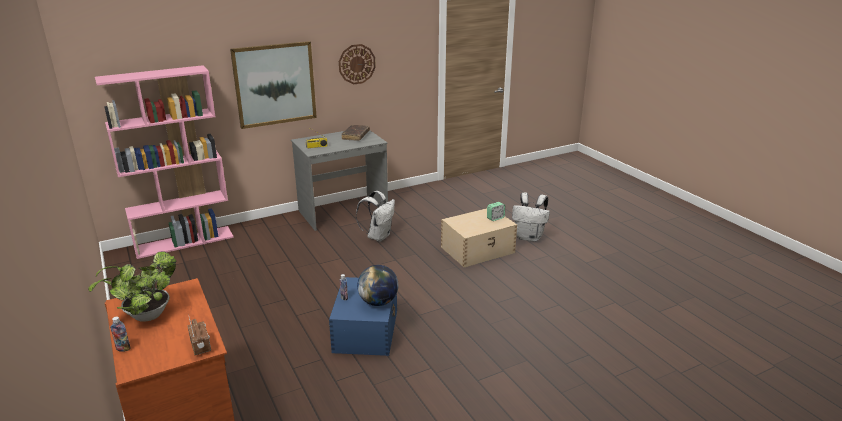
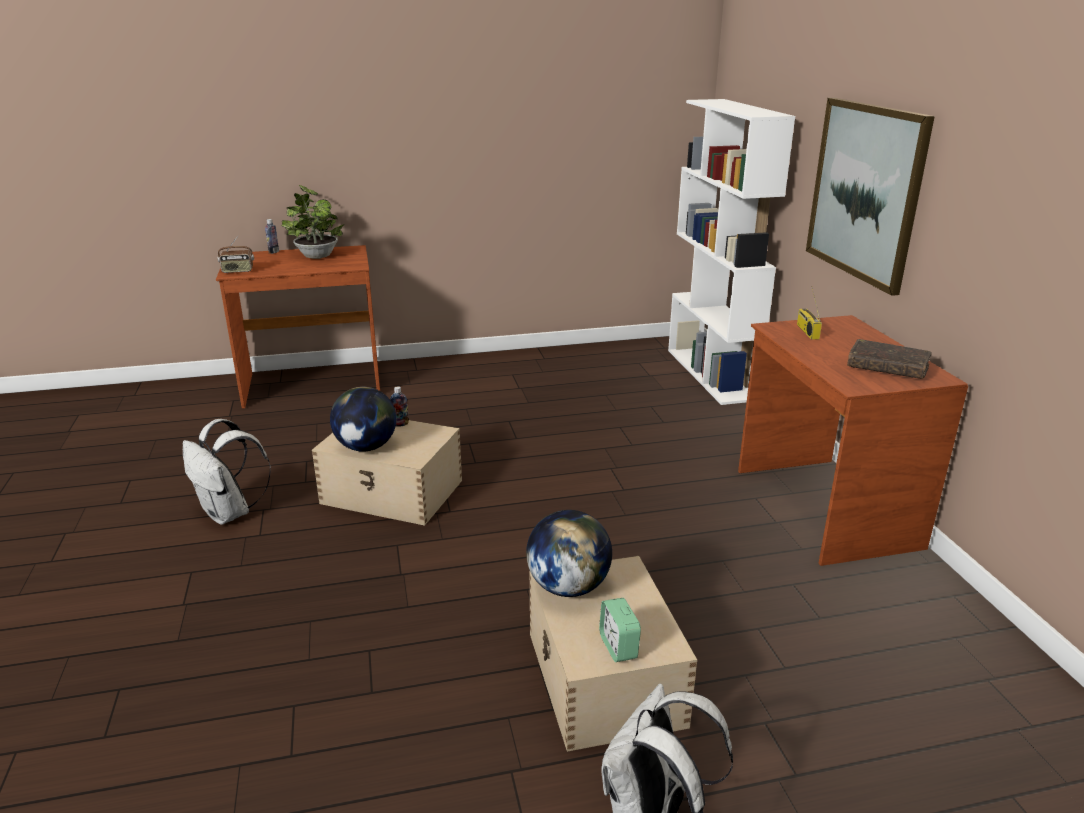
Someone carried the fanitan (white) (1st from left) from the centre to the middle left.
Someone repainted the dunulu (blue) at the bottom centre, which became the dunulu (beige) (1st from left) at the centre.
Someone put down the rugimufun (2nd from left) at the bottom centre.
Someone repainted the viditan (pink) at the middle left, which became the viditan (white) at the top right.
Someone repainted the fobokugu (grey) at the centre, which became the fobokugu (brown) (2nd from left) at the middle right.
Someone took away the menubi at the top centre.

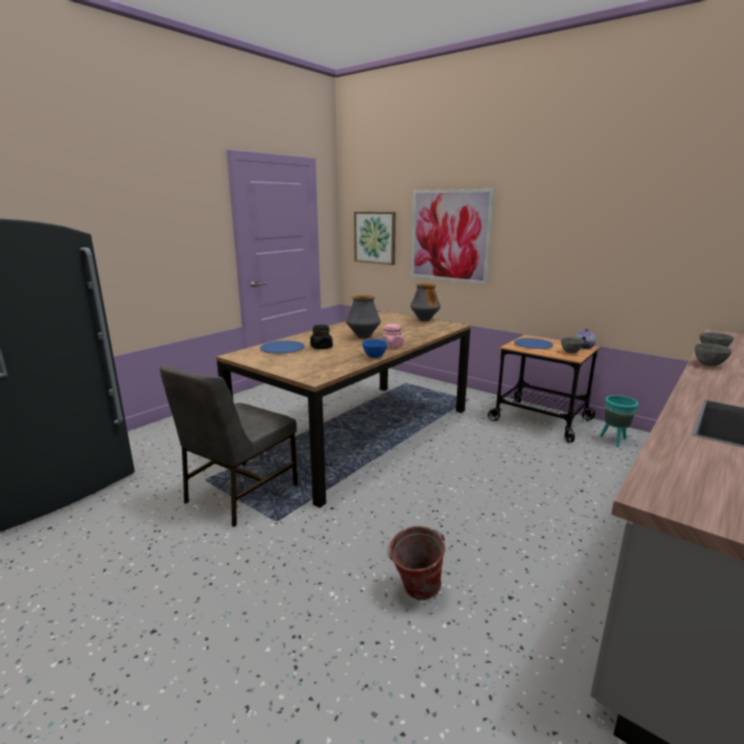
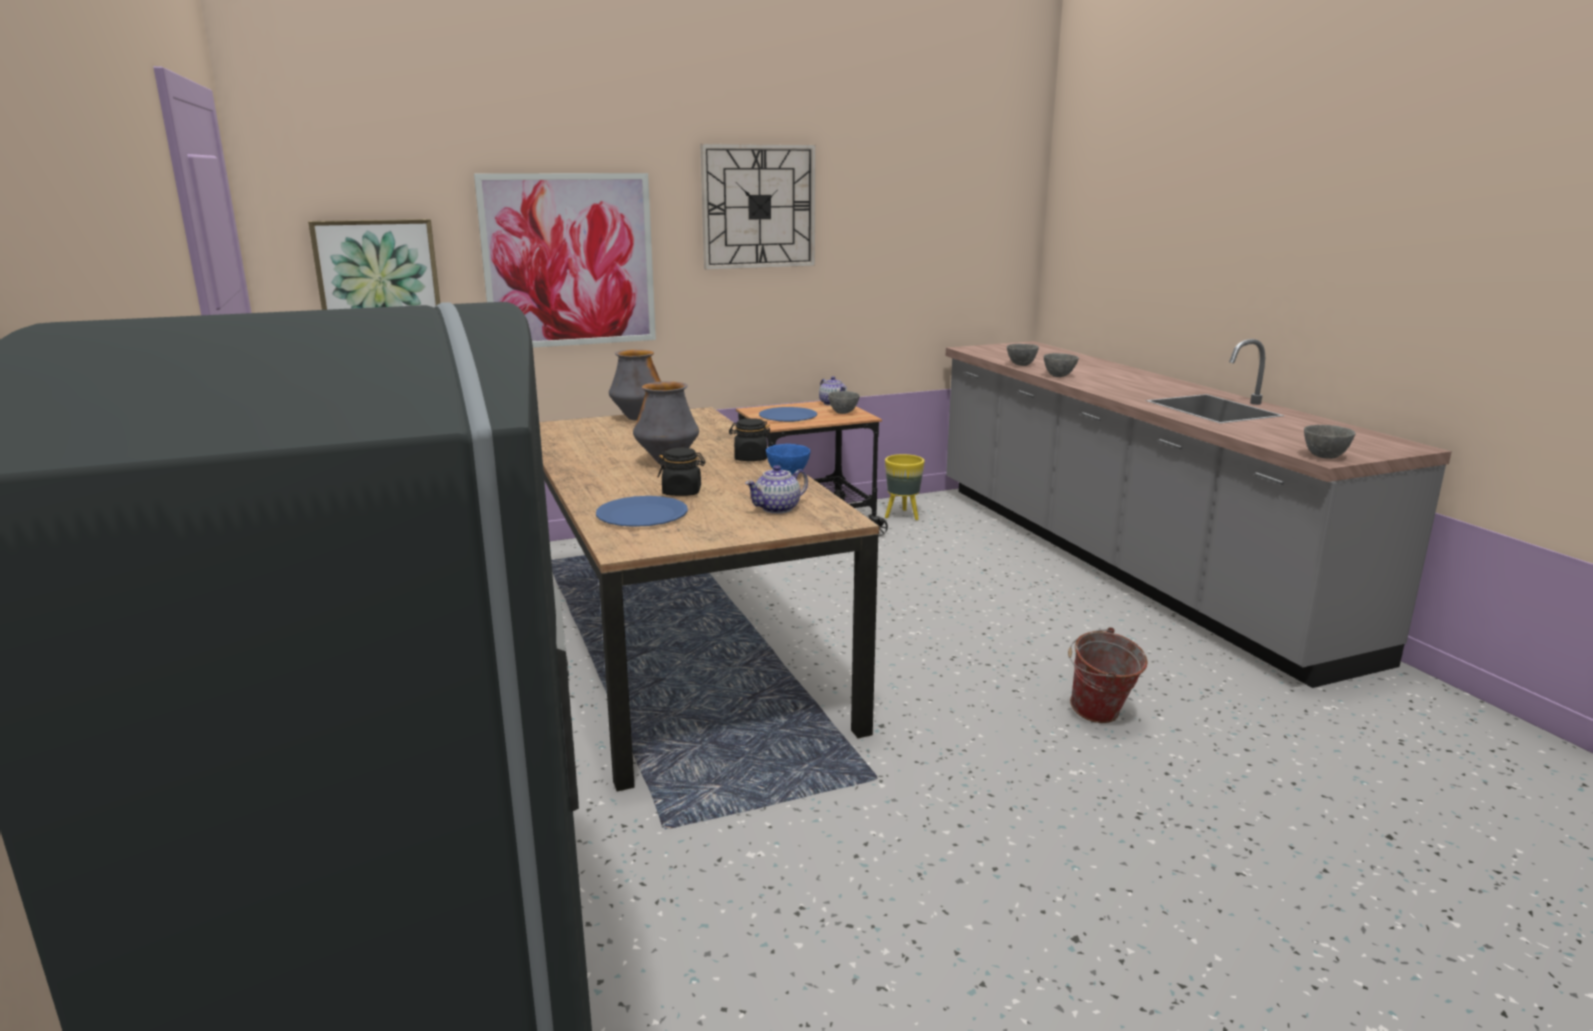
Someone put up the menubi at the top centre.
Someone repainted the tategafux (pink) at the centre, which became the tategafux (black) (2nd from left) at the centre.
Someone put down the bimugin (1st from left) at the centre.
Someone repainted the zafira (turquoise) at the middle right, which became the zafira (yellow) at the centre.
Someone put down the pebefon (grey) (4th from left) at the middle right.
Someone took away the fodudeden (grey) at the middle left.

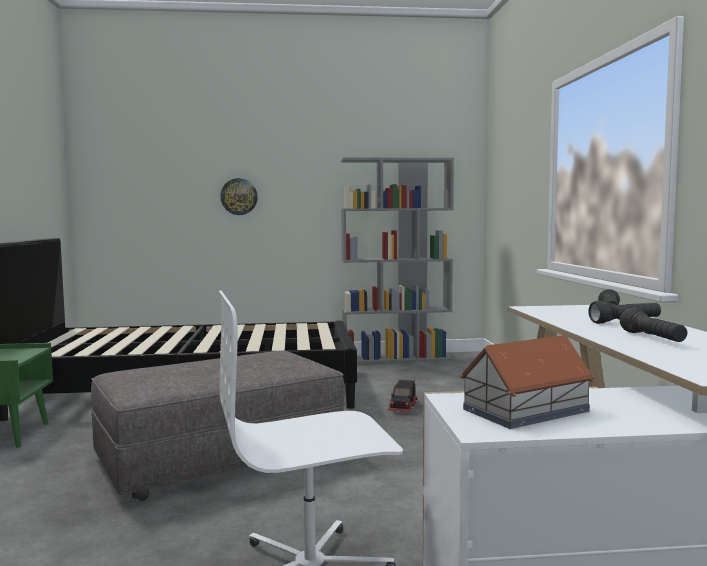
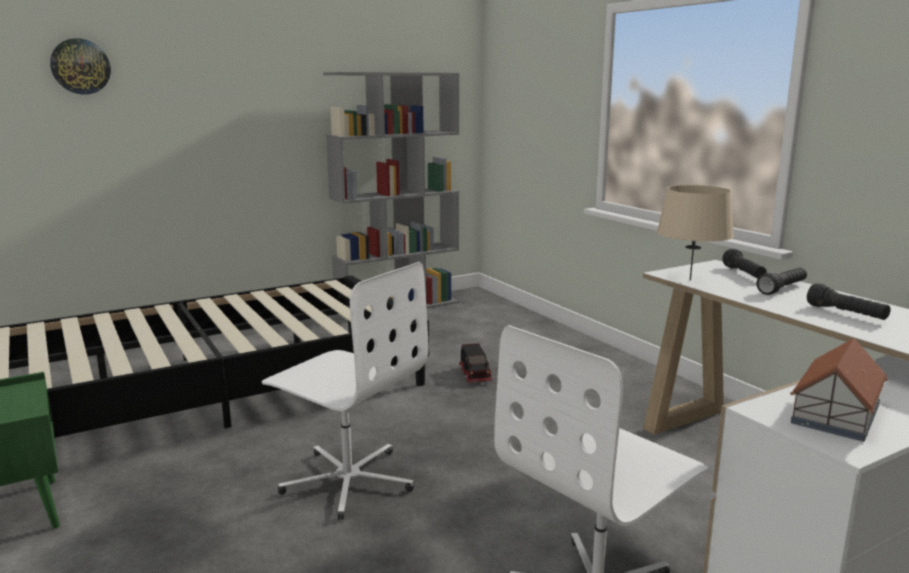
Someone carried the menubi from the centre to the top left.
Someone swapped the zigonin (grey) at the bottom left for the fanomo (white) (1st from left) at the bottom centre.
Someone put down the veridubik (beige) at the middle right.

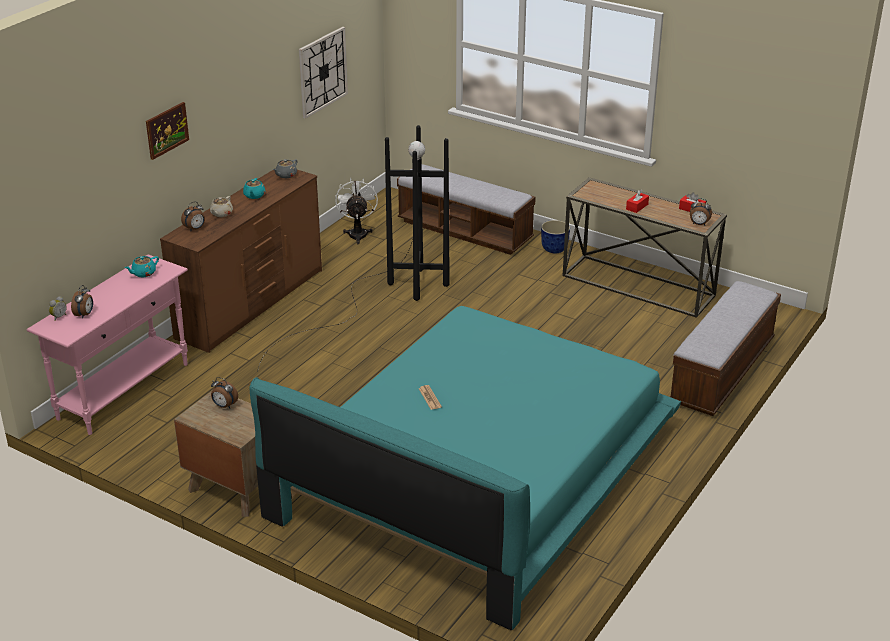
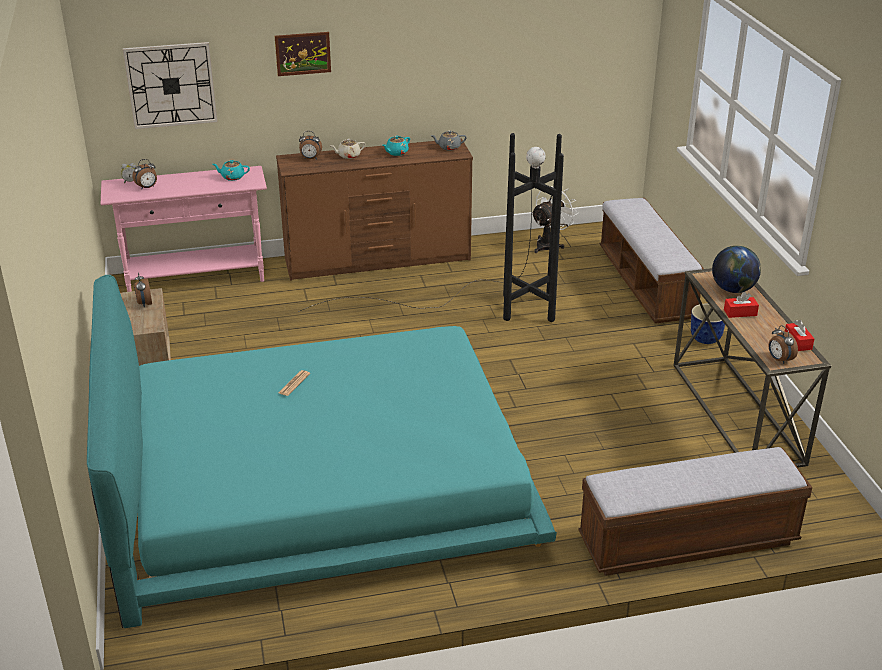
Someone carried the menubi from the top centre to the top left.
Someone put down the rugimufun at the middle right.

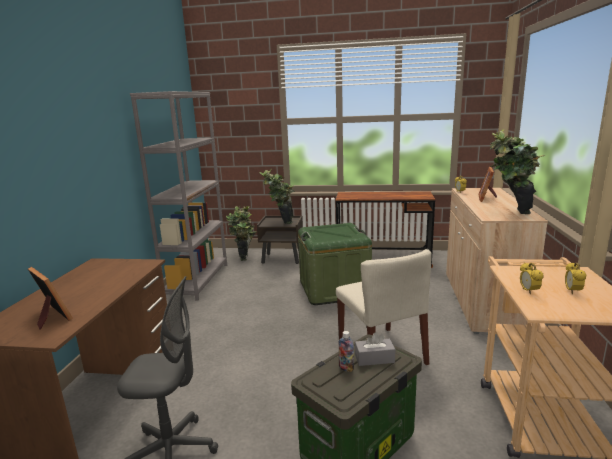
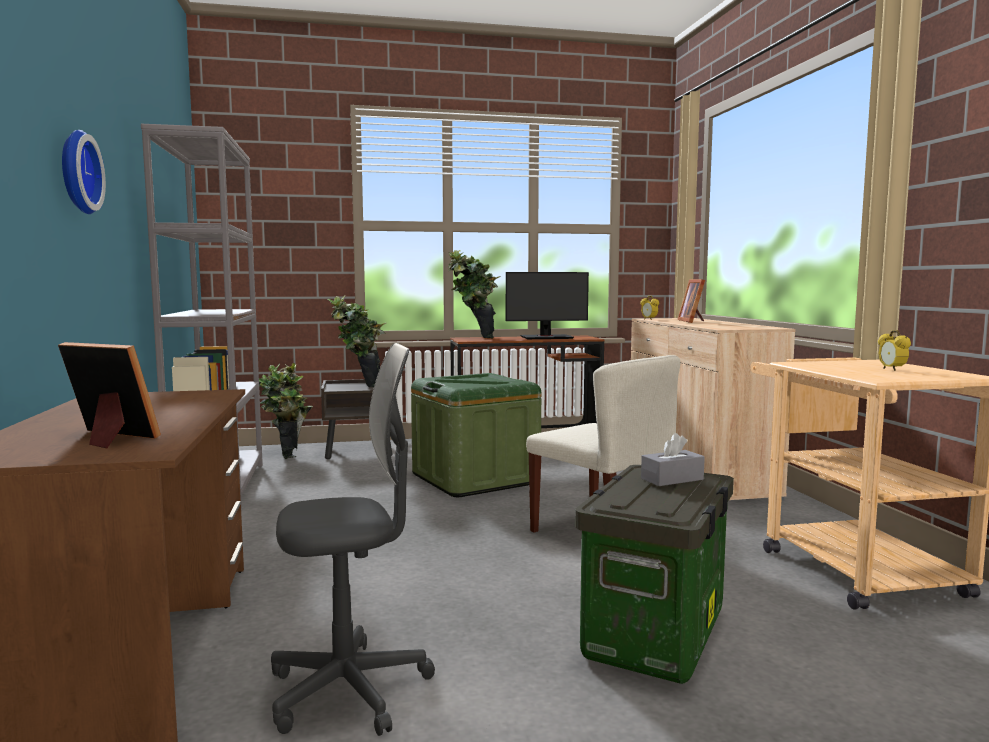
Someone put up the menubi at the top left.
Someone carried the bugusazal (3rd from left) from the middle right to the centre.
Someone put down the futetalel at the centre.
Someone took away the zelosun at the bottom centre.
Someone took away the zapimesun (2nd from left) at the middle right.

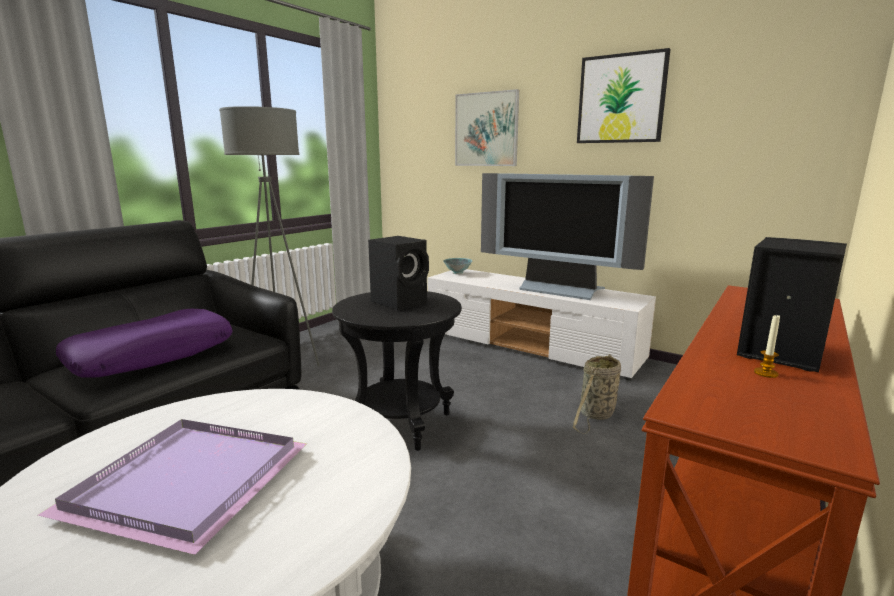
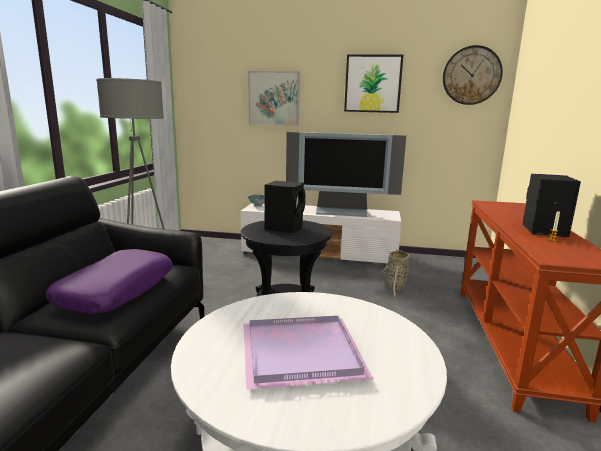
Someone put up the menubi at the top right.

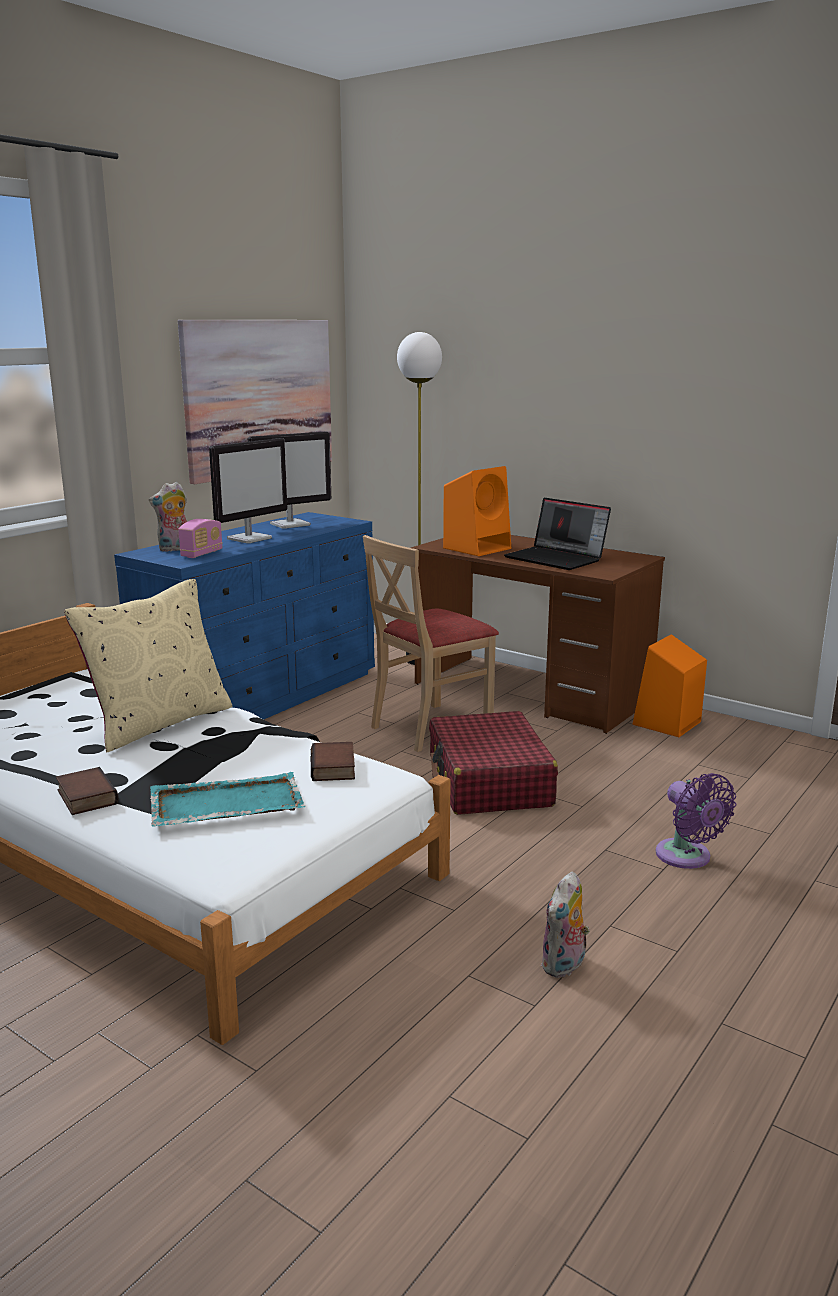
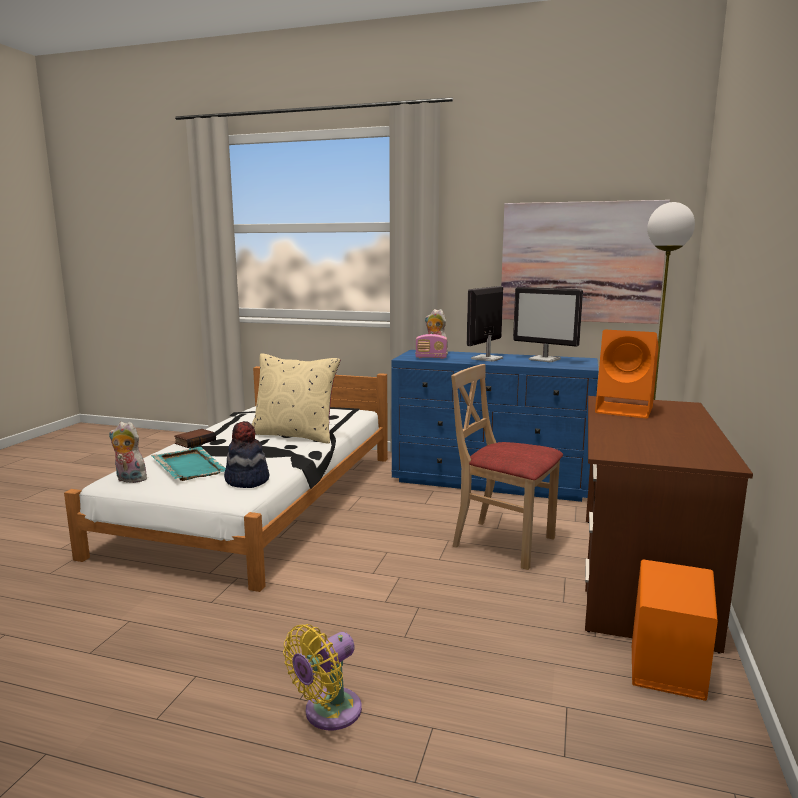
Someone carried the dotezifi (2nd from left in the first image) from the bottom right to the middle left.
Someone swapped the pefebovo (2nd from left) at the centre for the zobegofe at the middle left.
Someone repainted the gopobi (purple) at the middle right, which became the gopobi (yellow) at the bottom centre.
Someone rotated the futetalel (1st from left) at the middle left by 105 degrees clockwise.
Someone took away the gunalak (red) at the centre.
Someone took away the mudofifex at the centre.

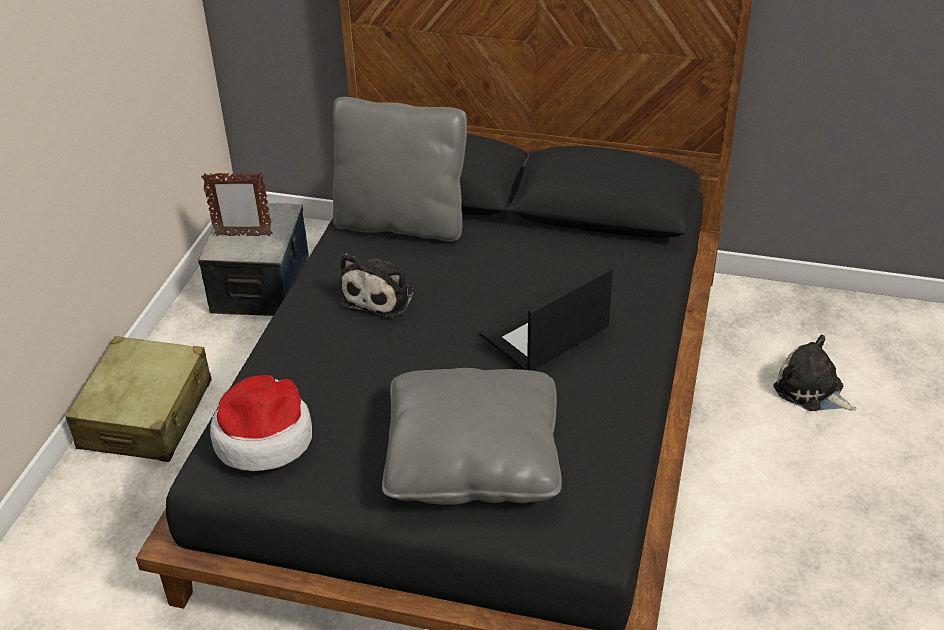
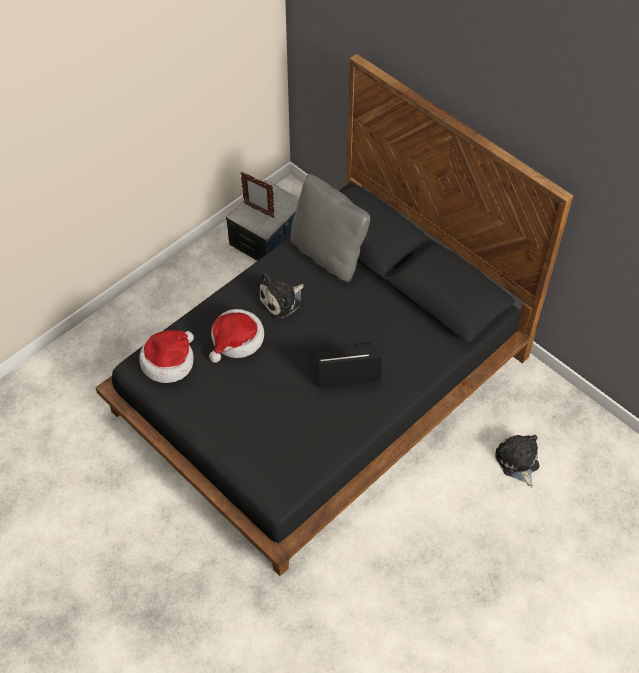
Someone put down the zobegofe (2nd from left) at the centre.
Someone took away the gunalak (beige) at the middle left.
Someone took away the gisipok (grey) (2nd from left) at the bottom centre.

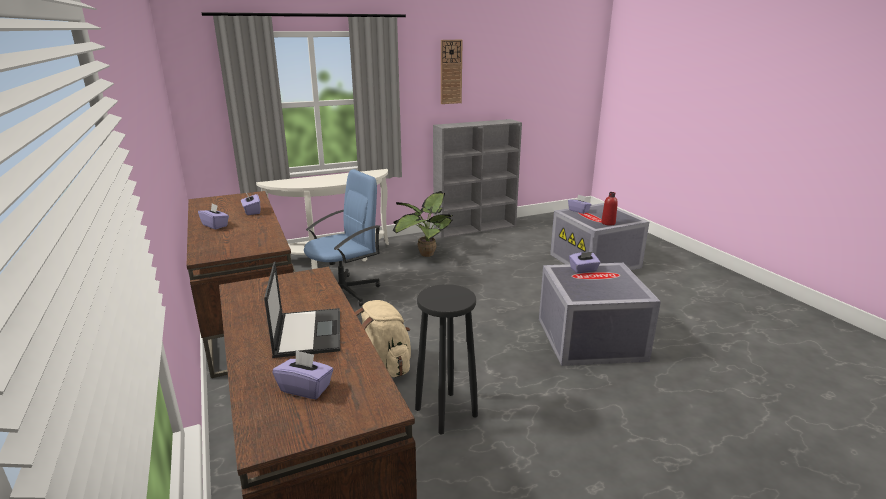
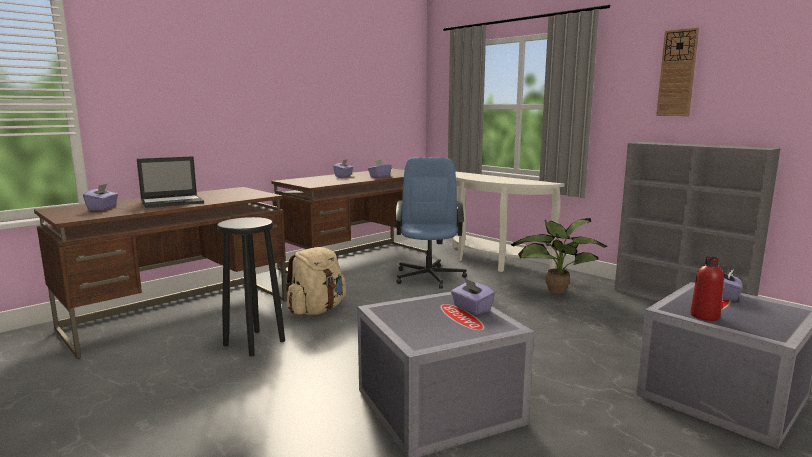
Someone rotated the fanomo (blue) at the centre by 120 degrees counterclockwise.

